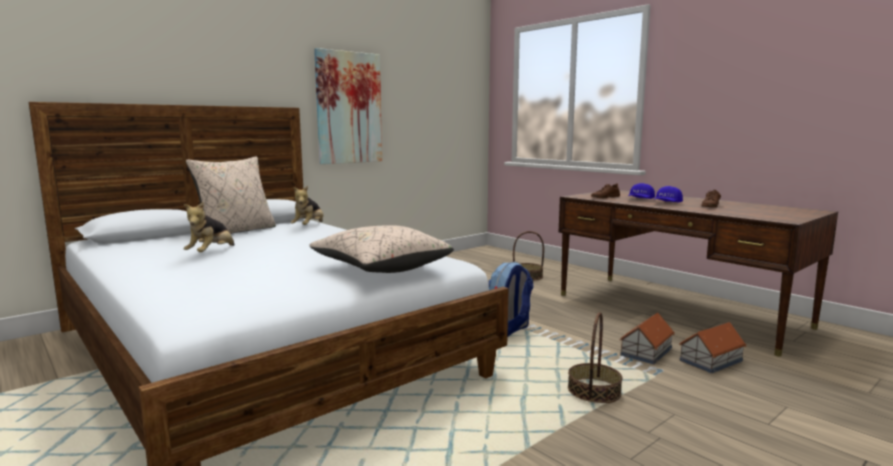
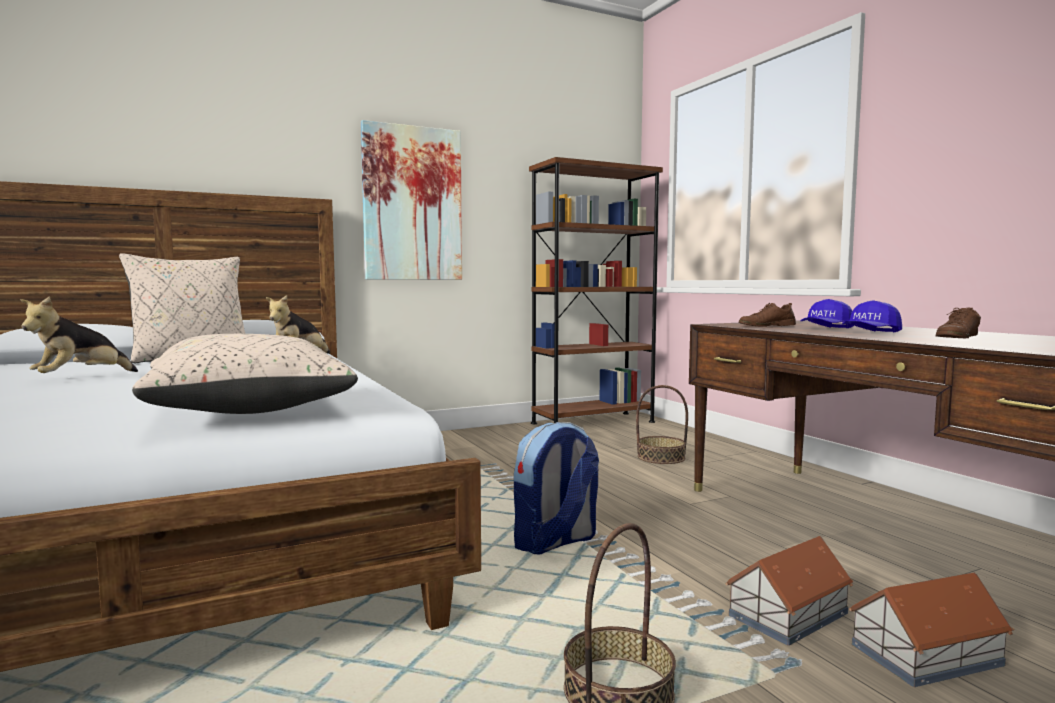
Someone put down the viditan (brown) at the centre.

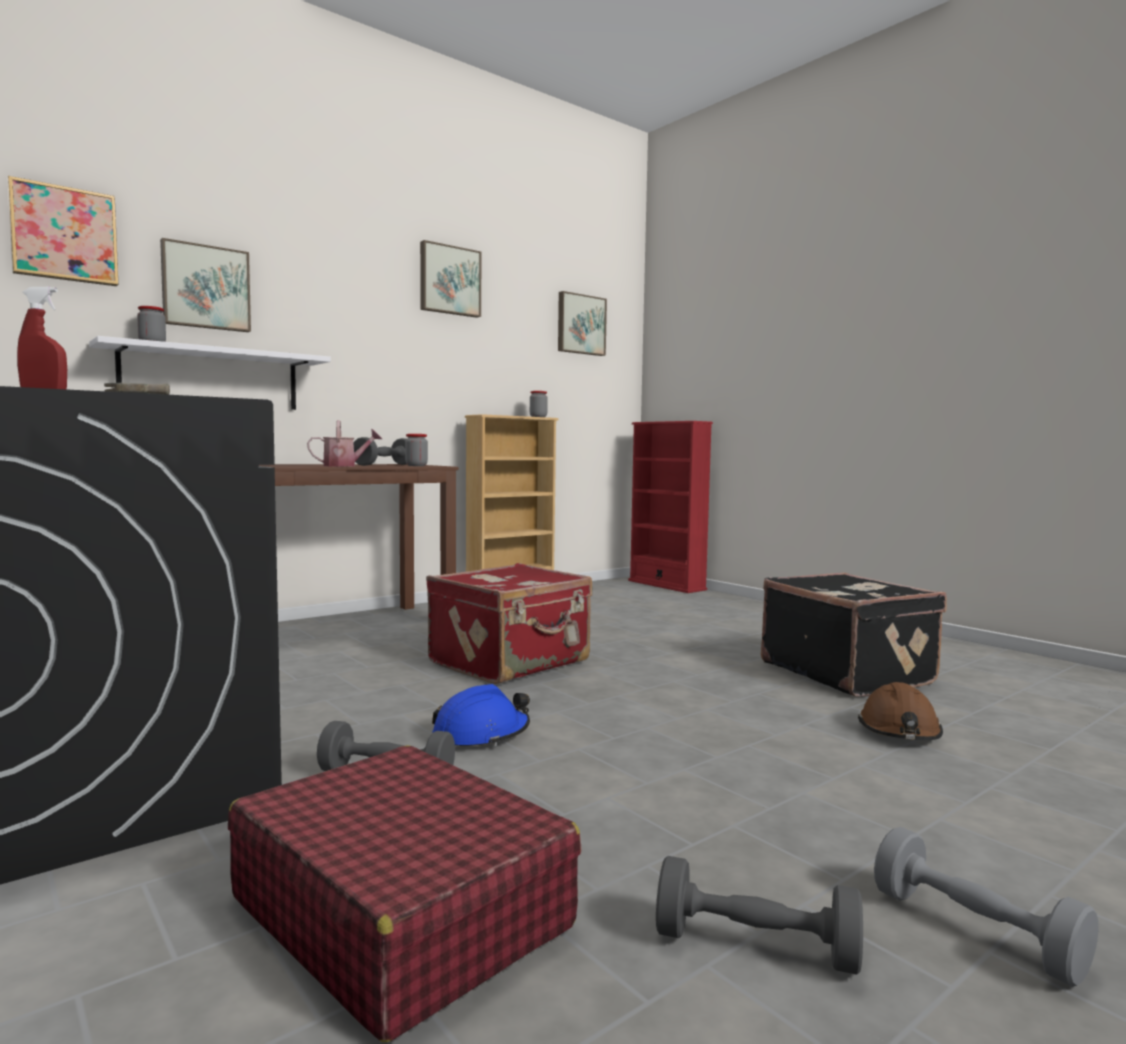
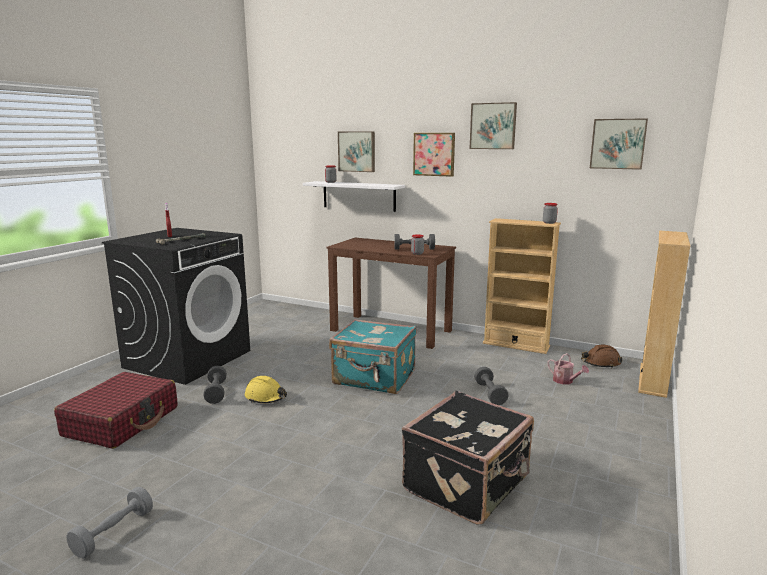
Someone repainted the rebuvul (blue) at the bottom centre, which became the rebuvul (yellow) at the bottom centre.
Someone repainted the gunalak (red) (2nd from left) at the centre, which became the gunalak (turquoise) at the centre.
Someone carried the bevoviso (1st from left in the first image) from the top left to the top centre.
Someone carried the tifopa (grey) (3rd from left in the first image) from the bottom right to the bottom centre.
Someone carried the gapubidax from the middle left to the middle right.
Someone carried the rebuvul (brown) from the bottom right to the middle right.
Someone repainted the viditan (red) at the centre, which became the viditan (beige) (2nd from left) at the middle right.

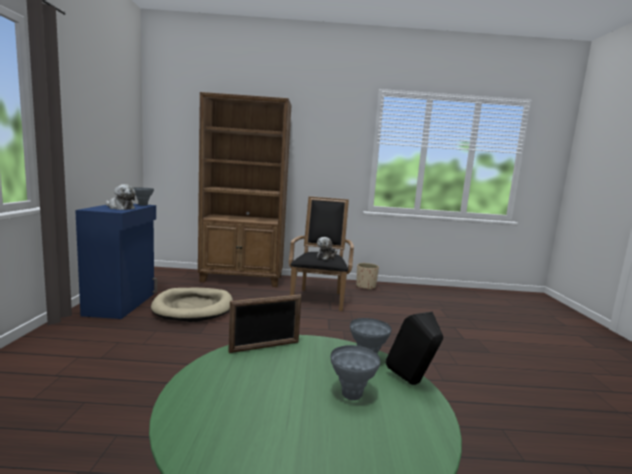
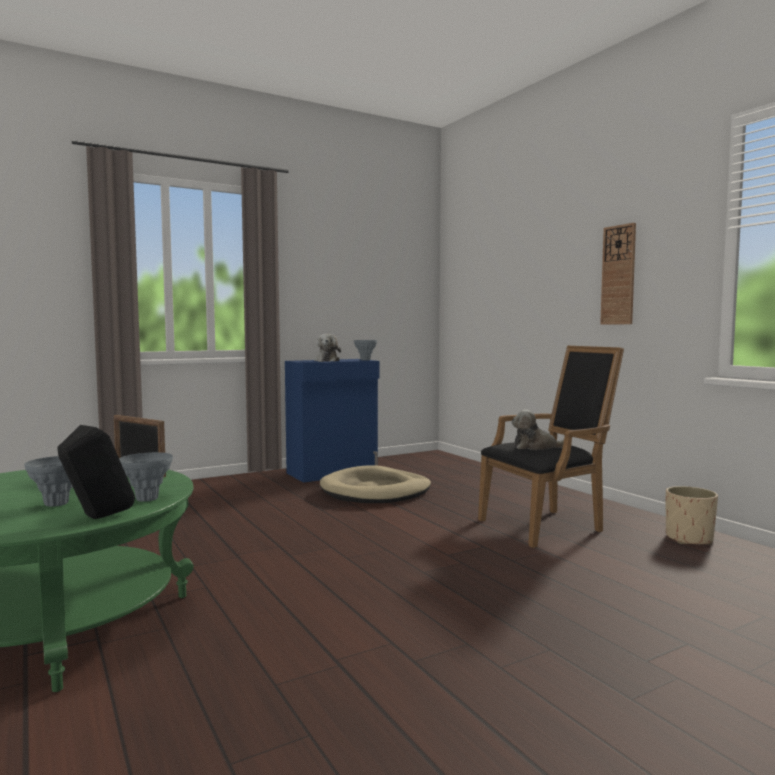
Someone put up the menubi at the middle right.
Someone took away the viditan (brown) at the centre.

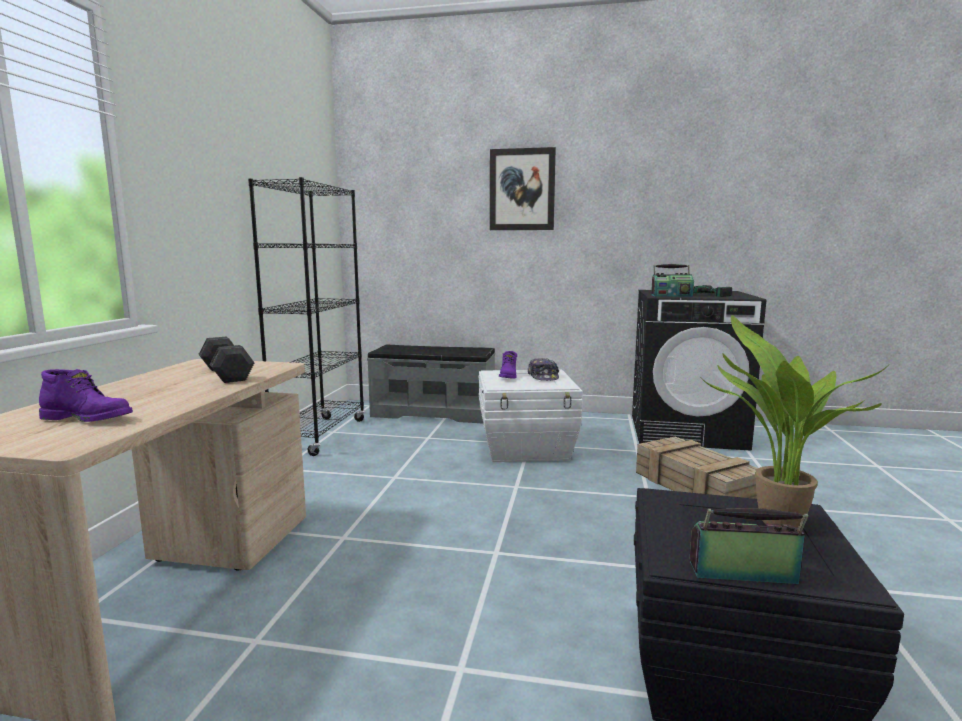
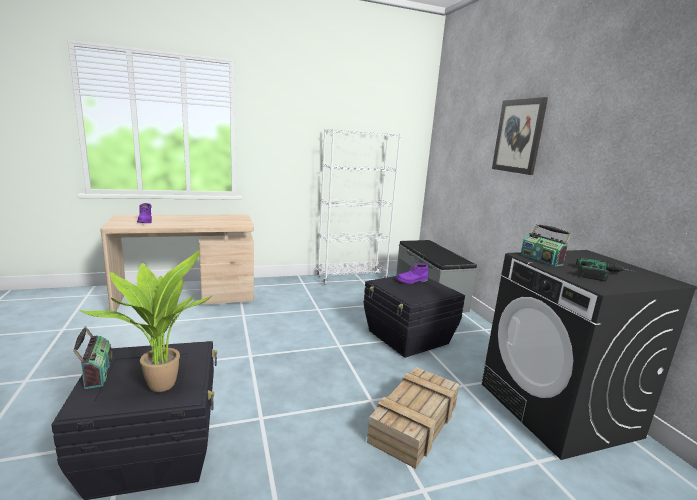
Someone repainted the viditan (black) at the middle left, which became the viditan (white) at the centre.
Someone repainted the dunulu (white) at the centre, which became the dunulu (black) (2nd from left) at the centre.
Someone took away the tifopa (grey) at the middle left.
Someone took away the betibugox at the centre.

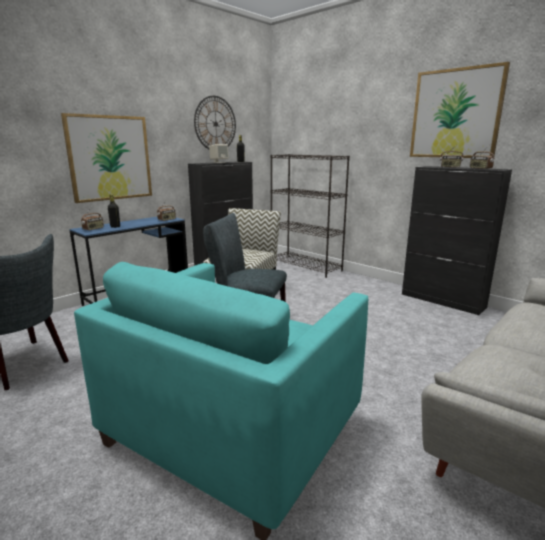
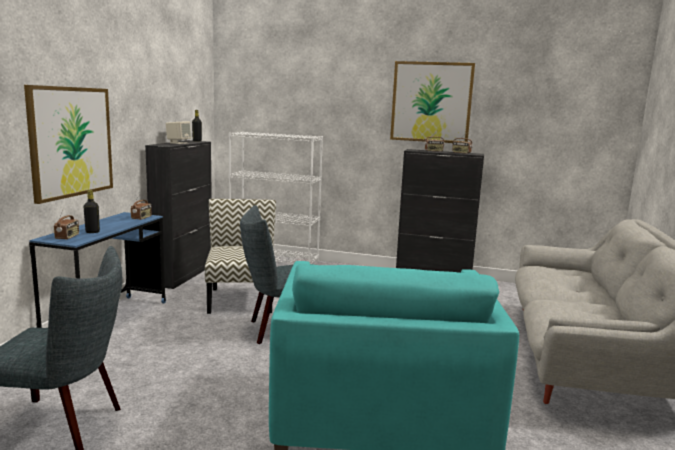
Someone repainted the viditan (black) at the centre, which became the viditan (white) at the centre.
Someone took away the menubi at the top centre.

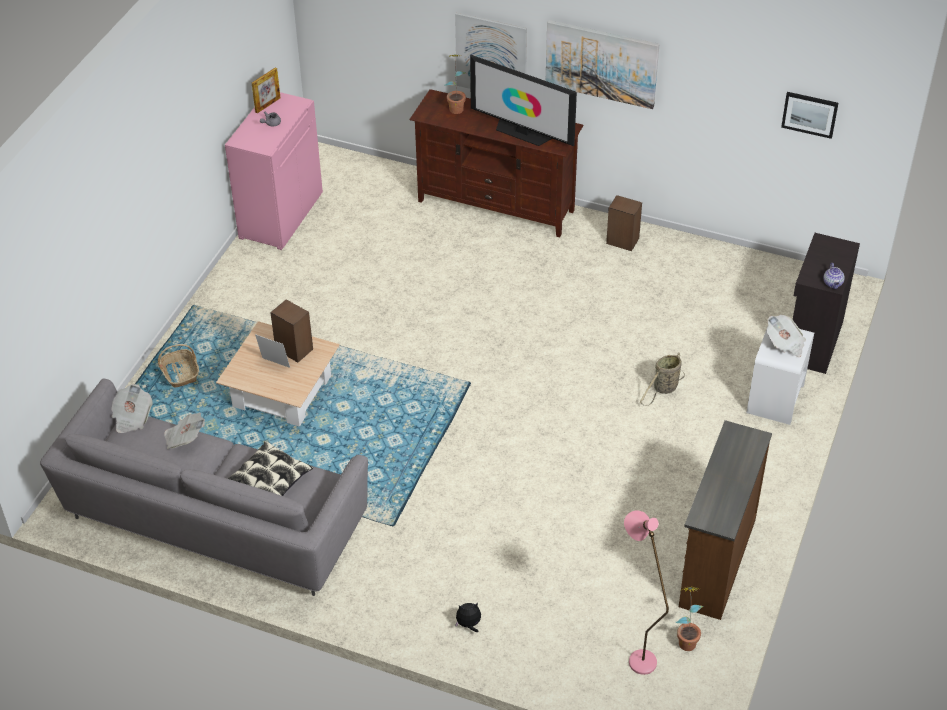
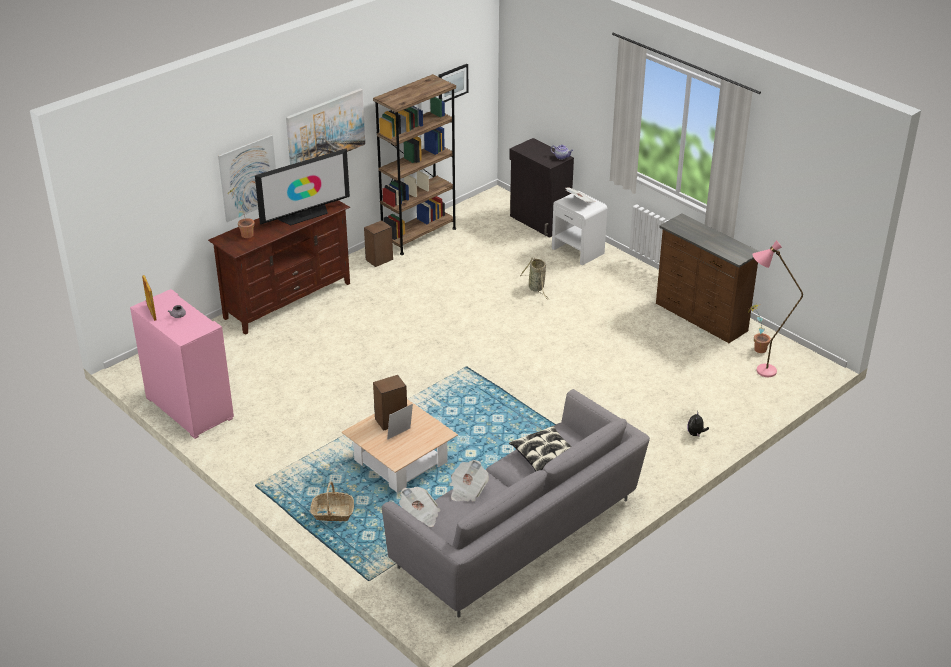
Someone put down the viditan (brown) at the top centre.

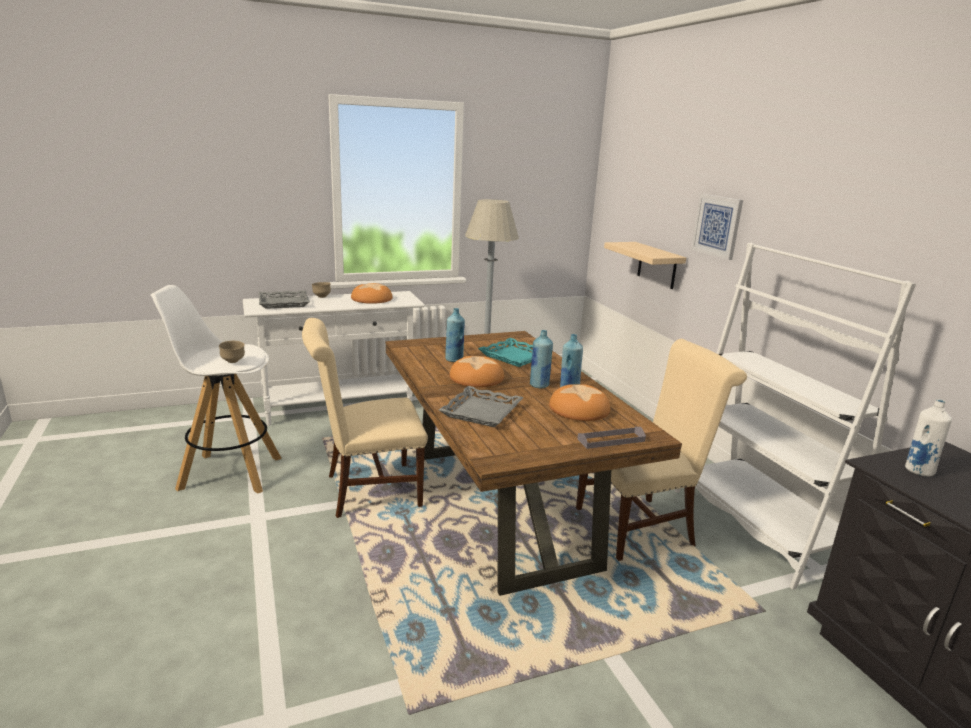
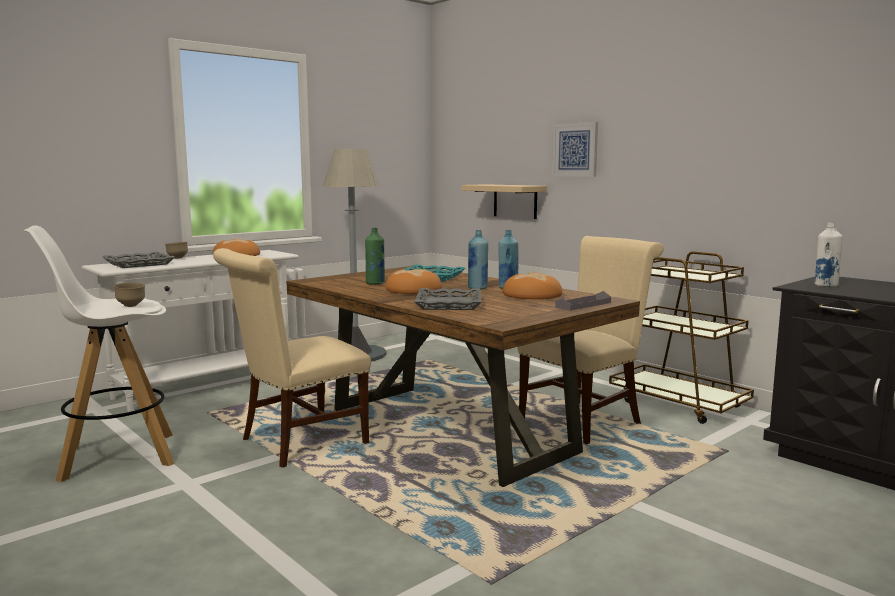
Someone repainted the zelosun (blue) (1st from left) at the centre, which became the zelosun (green) at the centre.
Someone swapped the viditan (white) at the middle right for the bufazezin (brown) at the middle right.

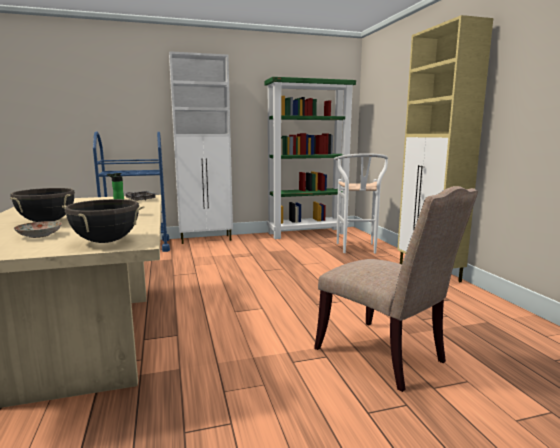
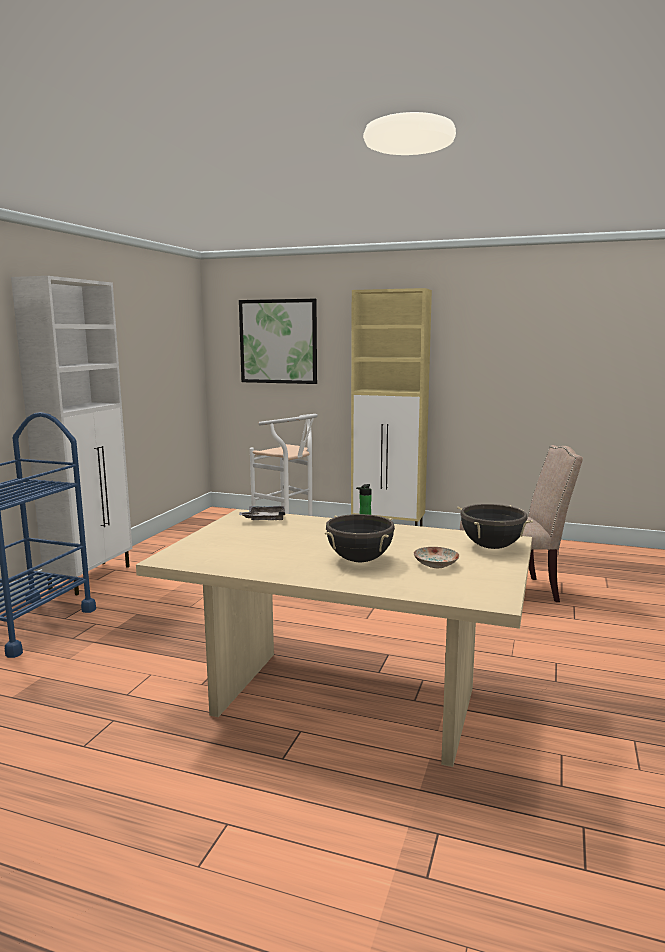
Someone put up the bevoviso at the centre.
Someone took away the viditan (green) at the centre.

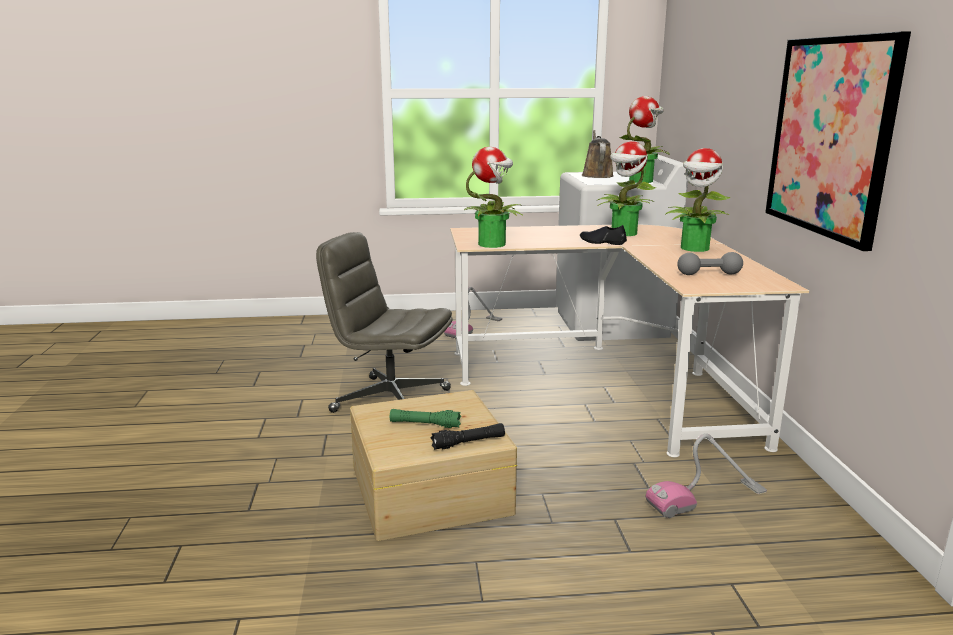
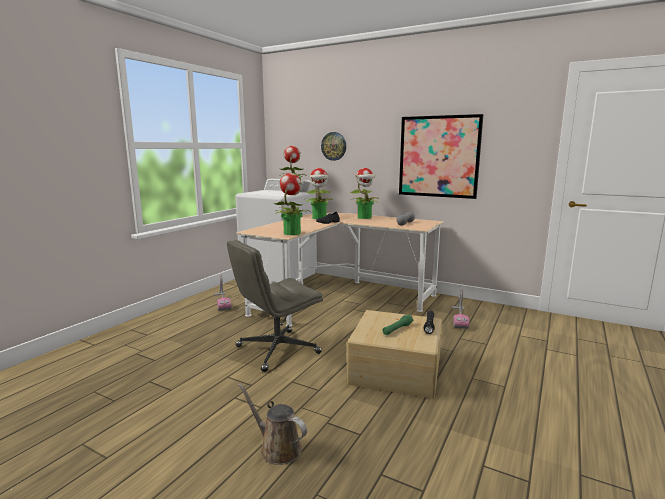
Someone carried the gapubidax (brown) from the top centre to the bottom centre.
Someone put up the menubi at the top centre.

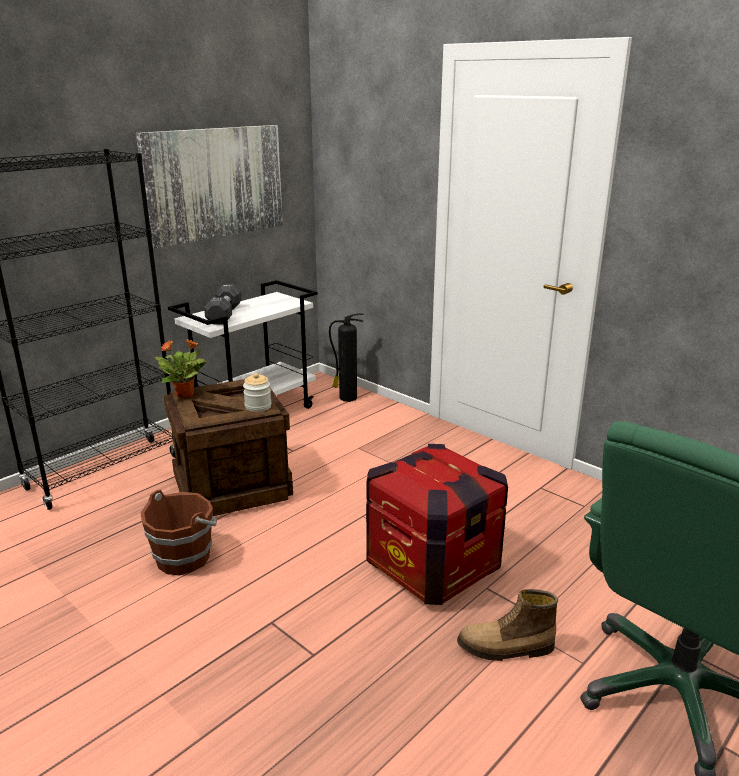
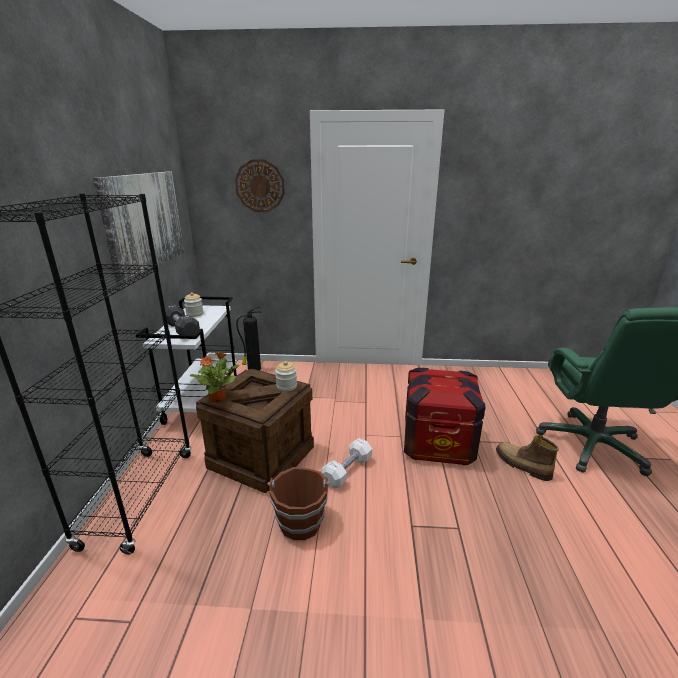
Someone put down the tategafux (1st from left) at the middle left.
Someone put up the menubi at the top centre.
Someone put down the tifopa (white) at the bottom centre.
Someone rotated the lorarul at the bottom right by 90 degrees clockwise.

